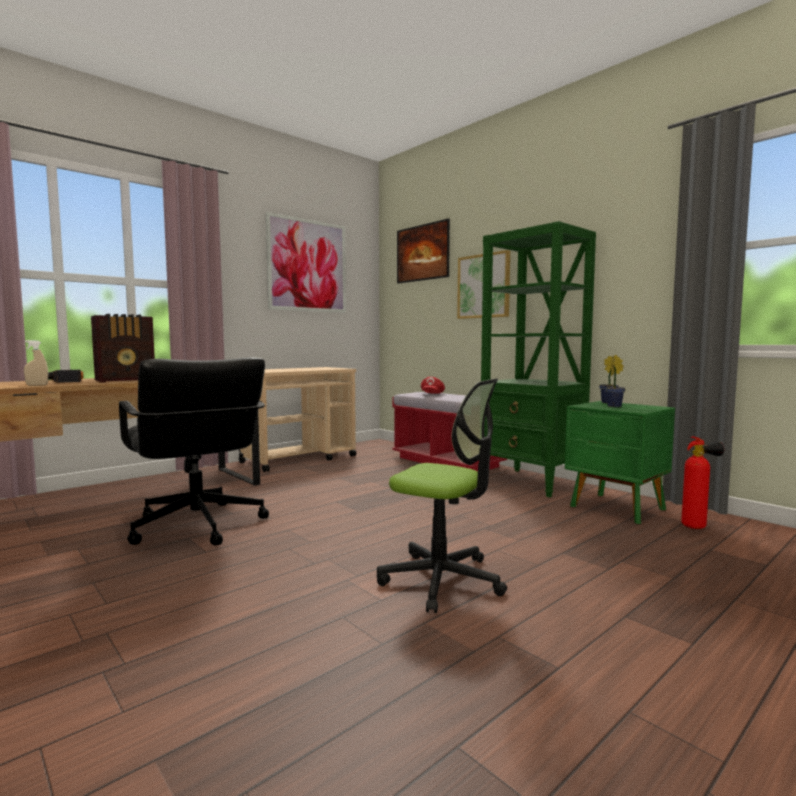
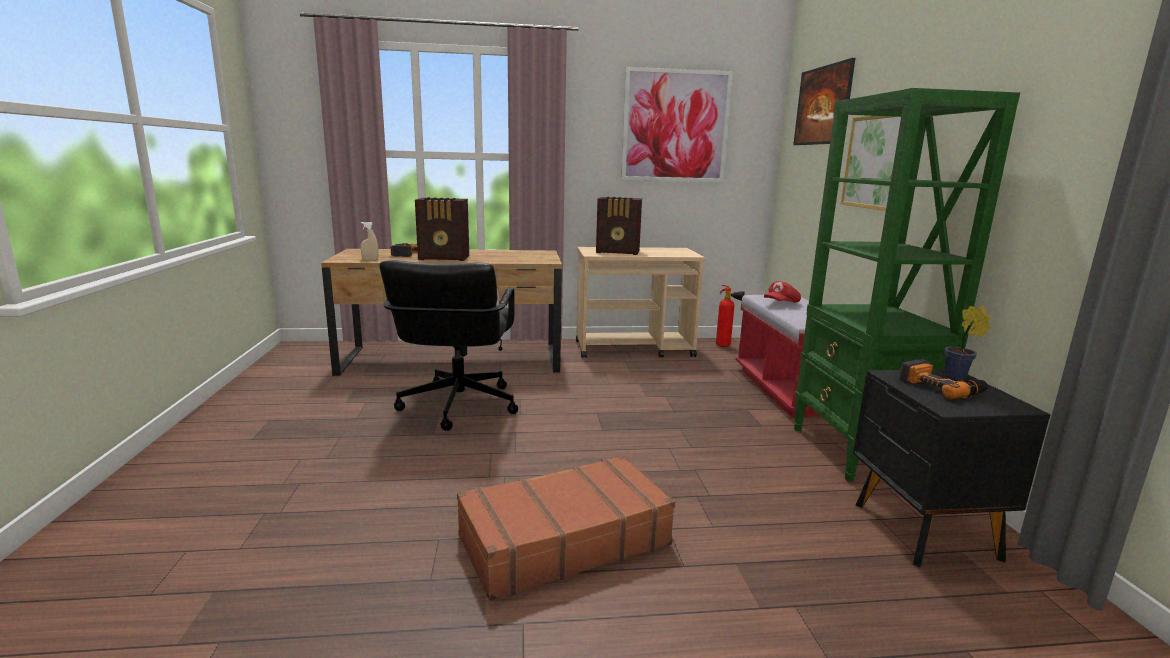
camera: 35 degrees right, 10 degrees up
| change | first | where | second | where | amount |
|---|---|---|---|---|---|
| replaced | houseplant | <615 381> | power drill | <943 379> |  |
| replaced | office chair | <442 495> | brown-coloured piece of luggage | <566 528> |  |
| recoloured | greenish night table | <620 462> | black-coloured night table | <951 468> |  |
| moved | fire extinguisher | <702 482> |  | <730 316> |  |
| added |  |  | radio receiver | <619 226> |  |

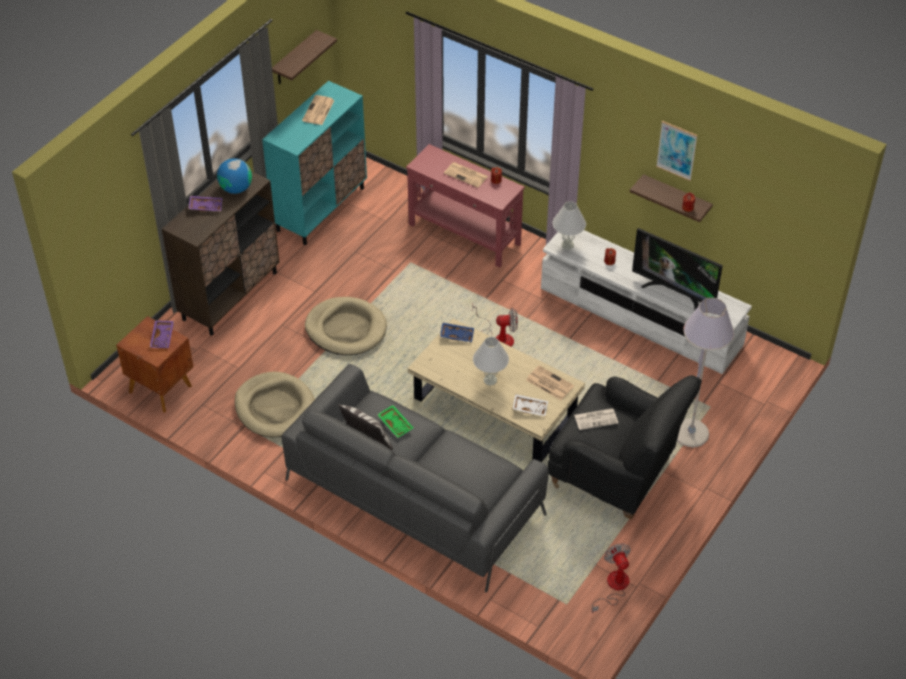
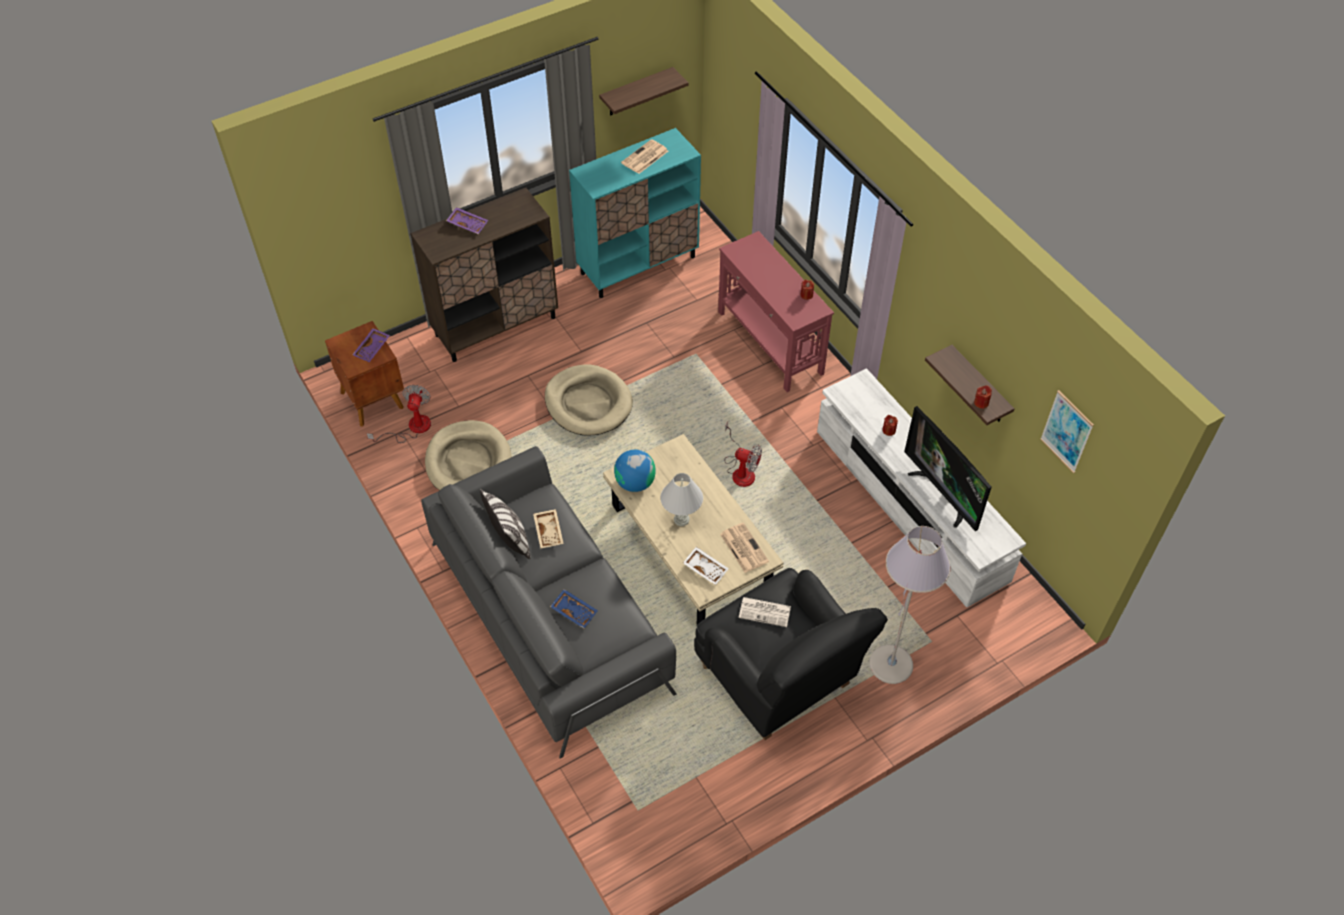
camera: 25 degrees right, 5 degrees up
| change | first | where | second | where | amount |
|---|---|---|---|---|---|
| moved | picture | <677 151> |  | <1067 431> |  |
| moved | globe | <234 176> |  | <635 471> |  |
| removed | newspaper | <466 175> |  |  |  |
| removed | white table lamp | <569 225> |  |  |  |
| moved | blue carrying tray | <457 332> |  | <574 609> |  |
| recoloured | greenish carrying tray | <395 421> | beige carrying tray | <548 529> |  |
| moved | cooling fan | <611 578> |  | <398 414> |  |

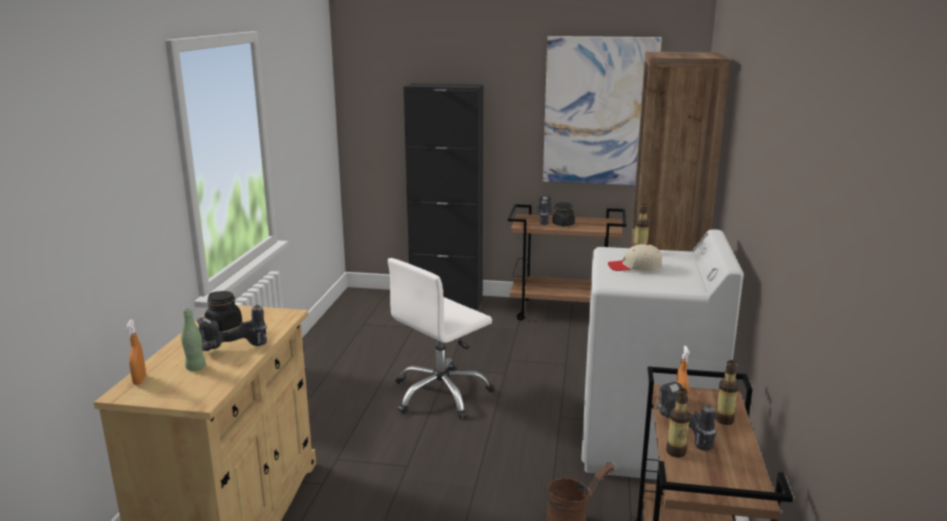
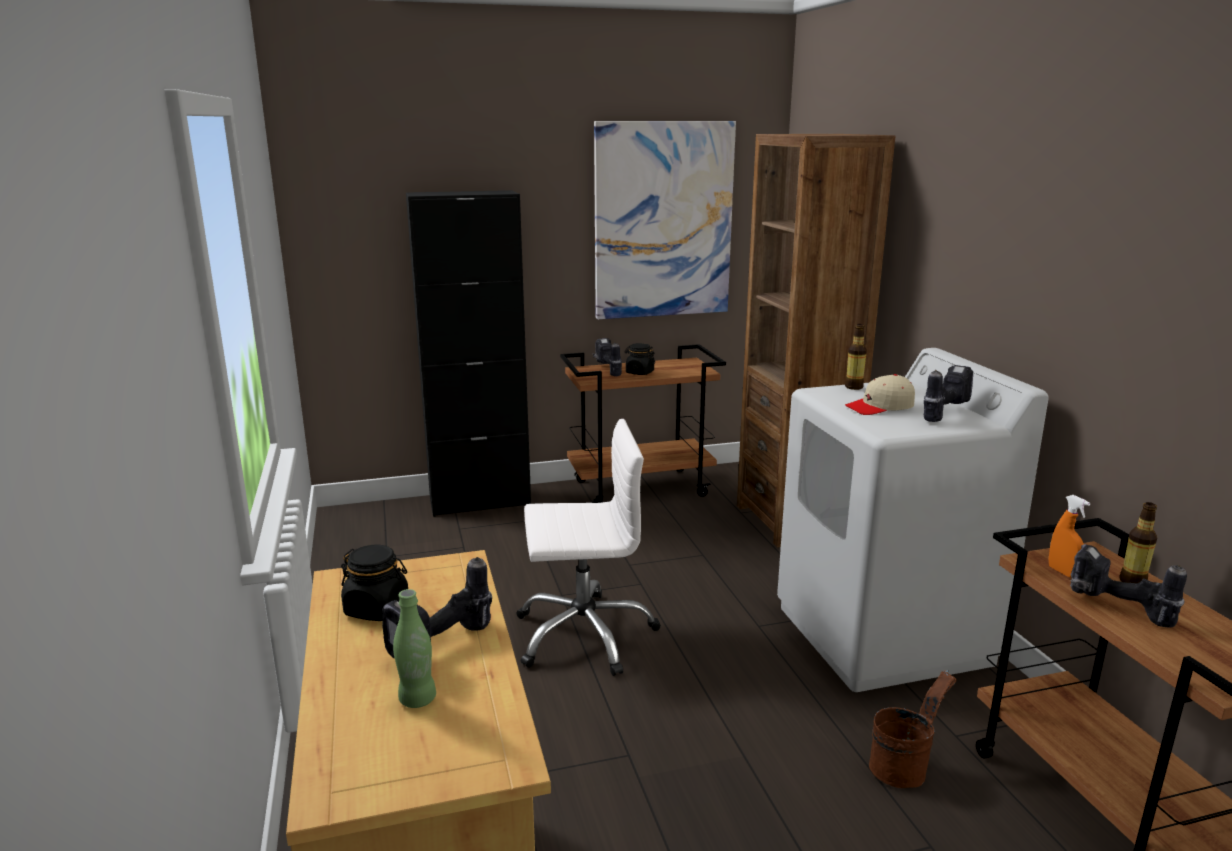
camera: 25 degrees left, 0 degrees up
| change | first | where | second | where | amount |
|---|---|---|---|---|---|
| turned | white office chair | <441 338> |  | <589 547> | 120 degrees counterclockwise |
| removed | orange spray bottle | <136 352> |  |  |  |
| removed | beverage bottle | <678 422> |  |  |  |
| added |  |  | power drill | <948 393> |  |

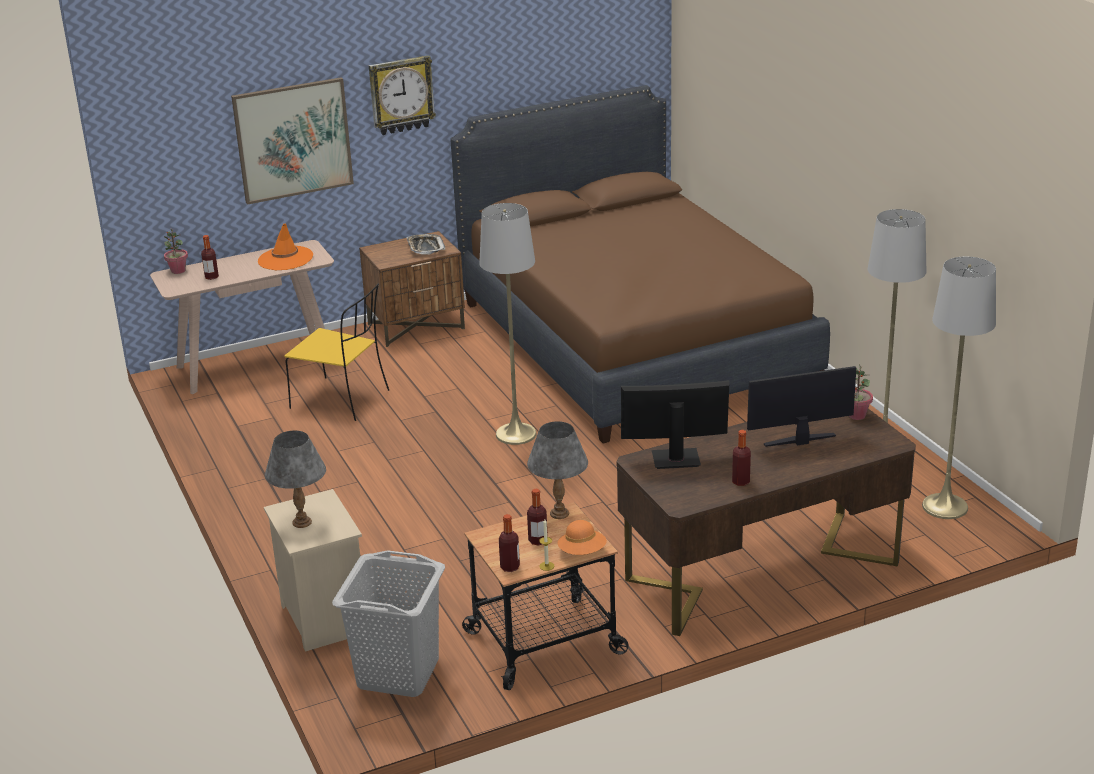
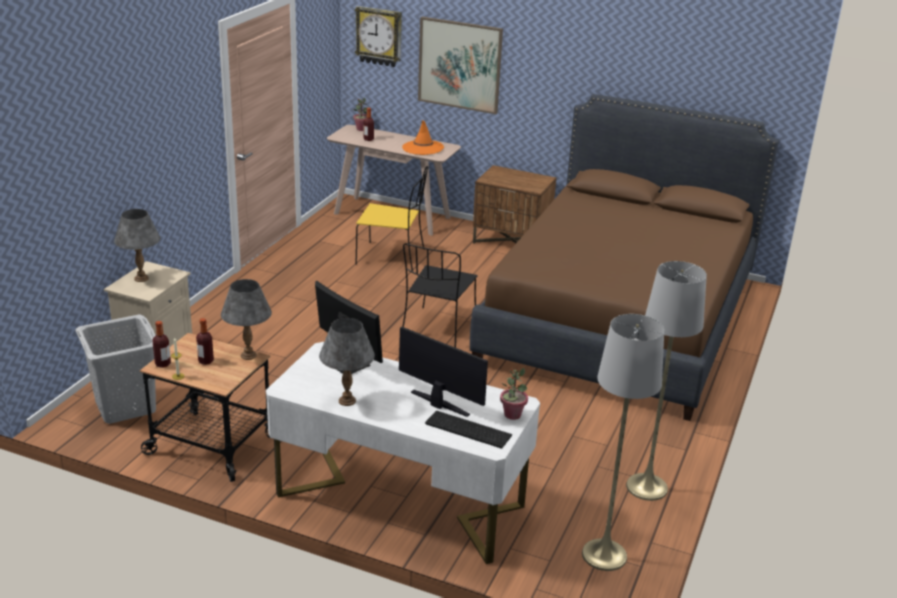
camera: 45 degrees right, 0 degrees up
| change | first | where | second | where | amount |
|---|---|---|---|---|---|
| moved | clock on the wall | <402 95> |  | <378 36> |  |
| replaced | greyish floor lamp | <508 324> | black-coloured upright chair | <440 295> |  |
| removed | carrying tray | <425 244> |  |  |  |
| turned | yellow upright chair | <336 352> |  | <392 218> | 60 degrees counterclockwise |
| recoloured | brown-coloured desk unit | <766 522> | white desk unit | <403 453> |  |
| replaced | beverage bottle | <741 458> | greyish table lamp | <347 362> |  |
| removed | orange hat | <582 537> |  |  |  |
| added |  |  | computer keyboard | <468 429> |  |

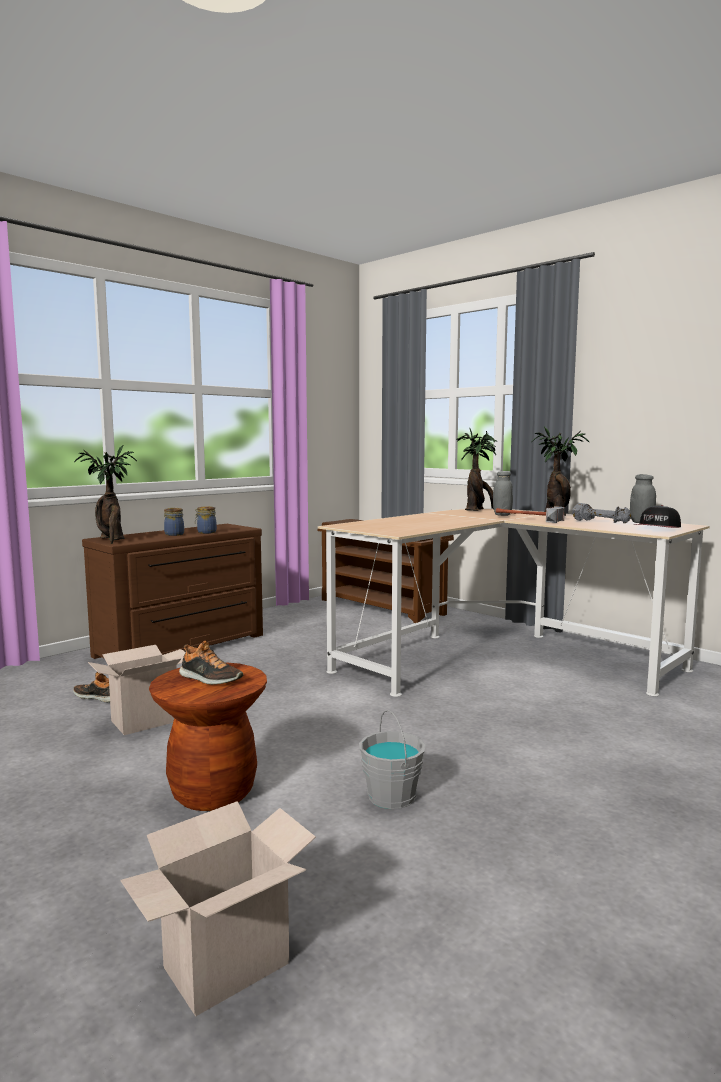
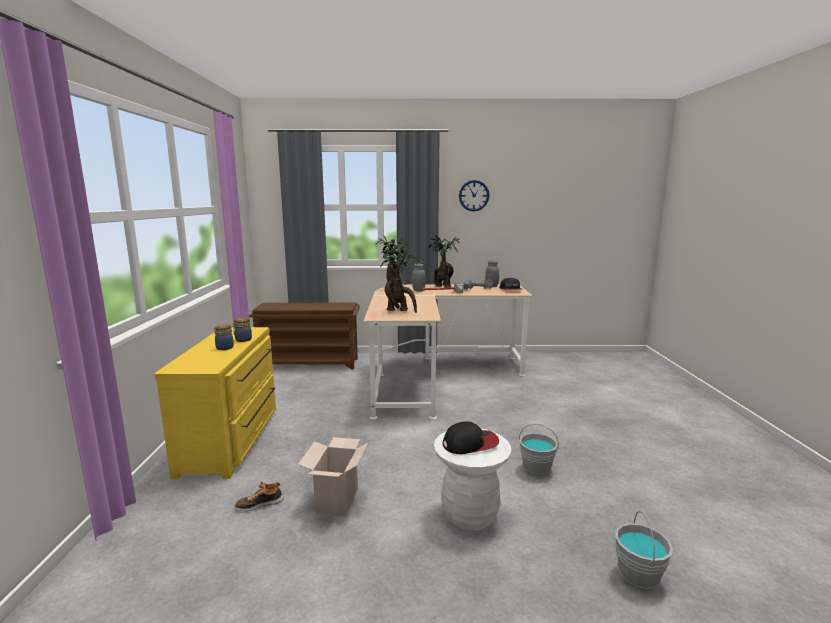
camera: 45 degrees left, 5 degrees up
| change | first | where | second | where | amount |
|---|---|---|---|---|---|
| moved | houseplant | <105 494> |  | <402 278> |  |
| recoloured | brown-coloured dresser | <172 591> | yellow dresser | <215 403> |  |
| replaced | item of footwear | <211 663> | cap | <470 437> |  |
| recoloured | brown-coloured stool | <208 736> | white stool | <472 479> |  |
| replaced | cardboard box | <218 908> | greyish bucket | <644 551> |  |
| added |  |  | clock on the wall | <474 195> |  |

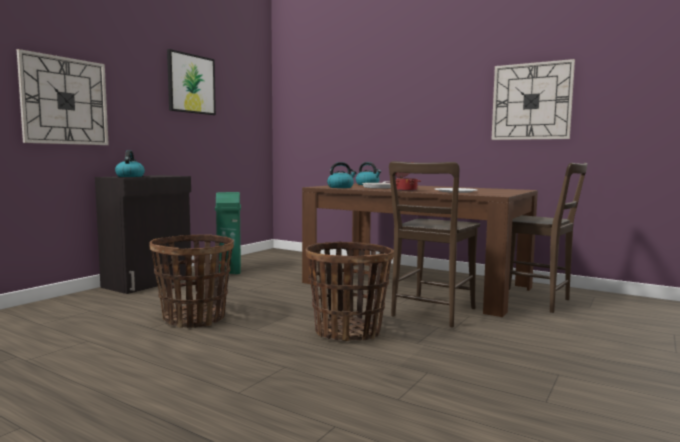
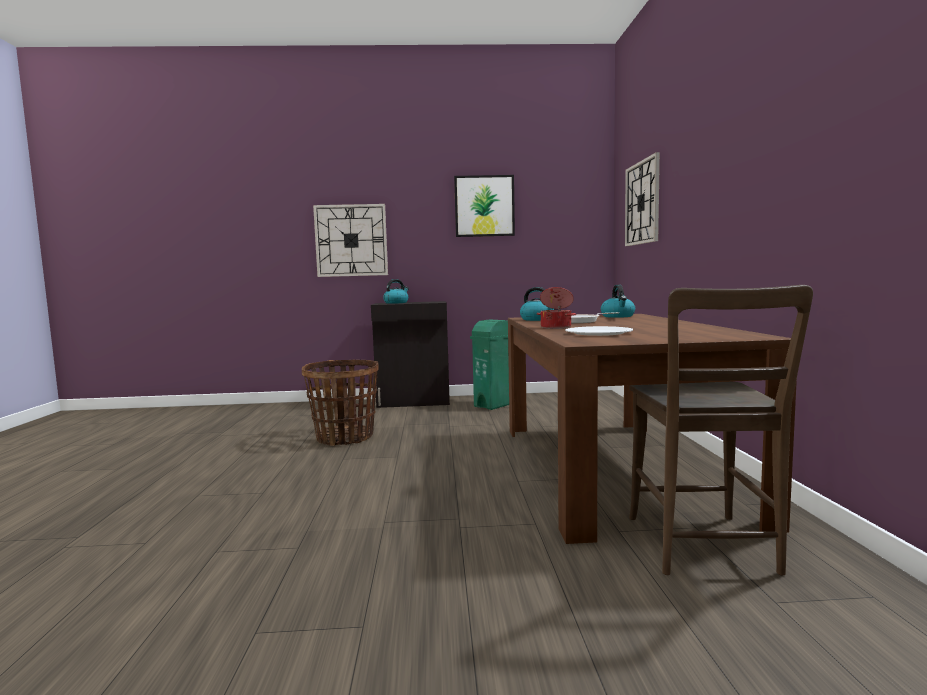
camera: 55 degrees right, 0 degrees up
| change | first | where | second | where | amount |
|---|---|---|---|---|---|
| moved | clock on the wall | <533 99> |  | <642 199> |  |
| removed | brown-coloured upright chair | <434 244> |  |  |  |
| removed | household basket | <350 291> |  |  |  |

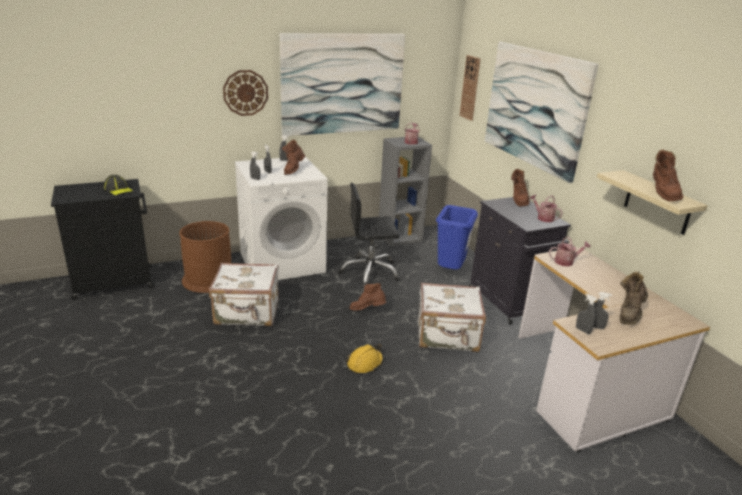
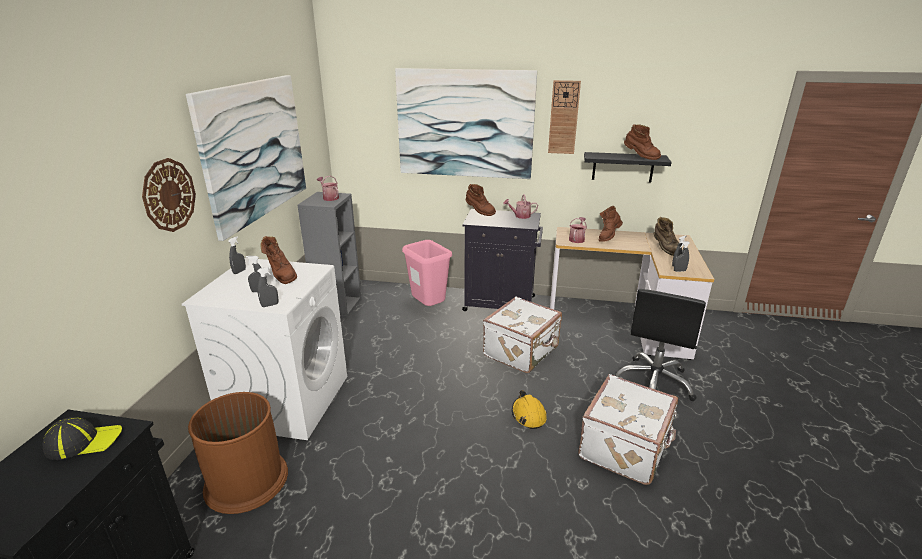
camera: 55 degrees left, 0 degrees up
| change | first | where | second | where | amount |
|---|---|---|---|---|---|
| moved | clock on the wall | <470 88> |  | <564 117> |  |
| recoloured | beige bracket shelf | <652 202> | black-coloured bracket shelf | <628 167> |  |
| moved | black-coloured office chair | <369 235> |  | <659 345> |  |
| recoloured | blue trash can | <457 237> | pinkish trash can | <427 273> |  |
| moved | white piece of luggage | <244 294> |  | <628 429> |  |
| moved | brown-coloured boot | <368 297> |  | <610 224> |  |

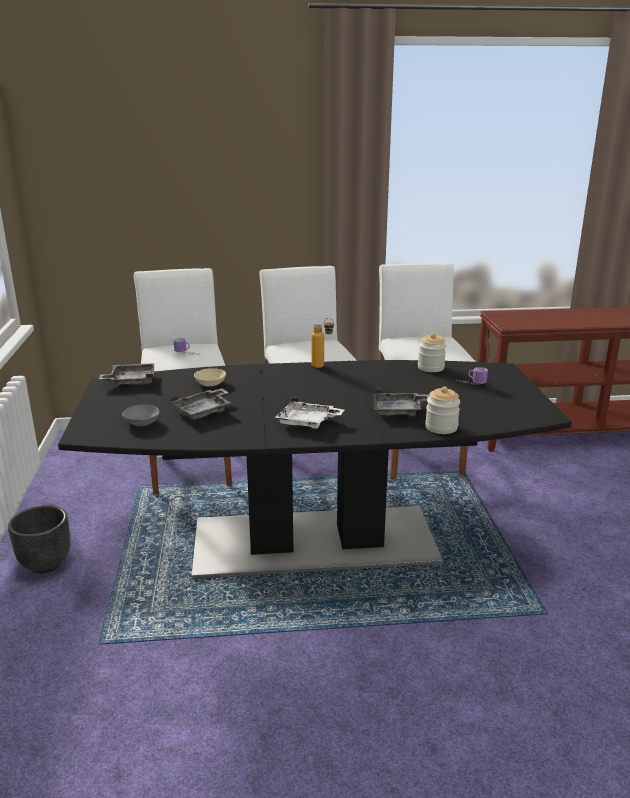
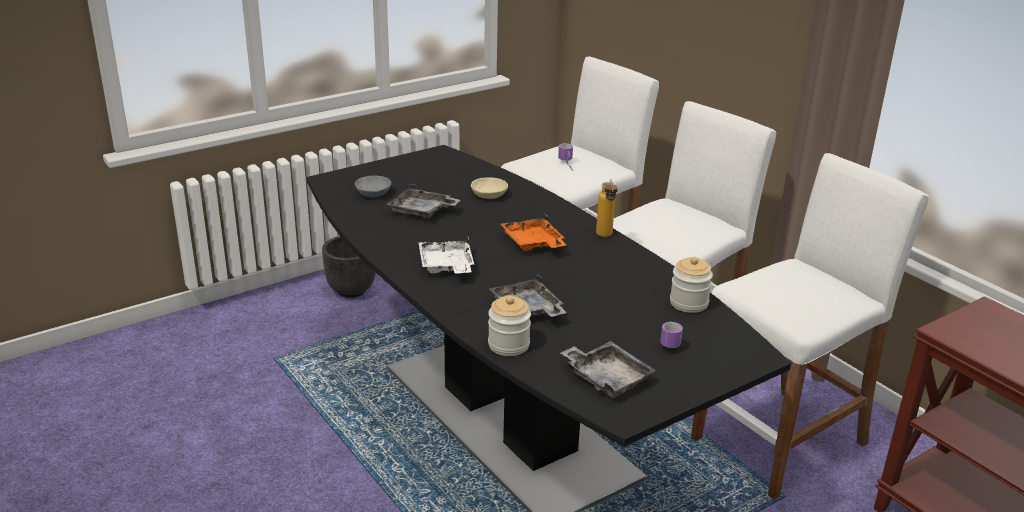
camera: 60 degrees right, 5 degrees up
| change | first | where | second | where | amount |
|---|---|---|---|---|---|
| moved | greyish carrying tray | <126 374> |  | <608 369> |  |
| added |  |  | orange carrying tray | <533 232> |  |

